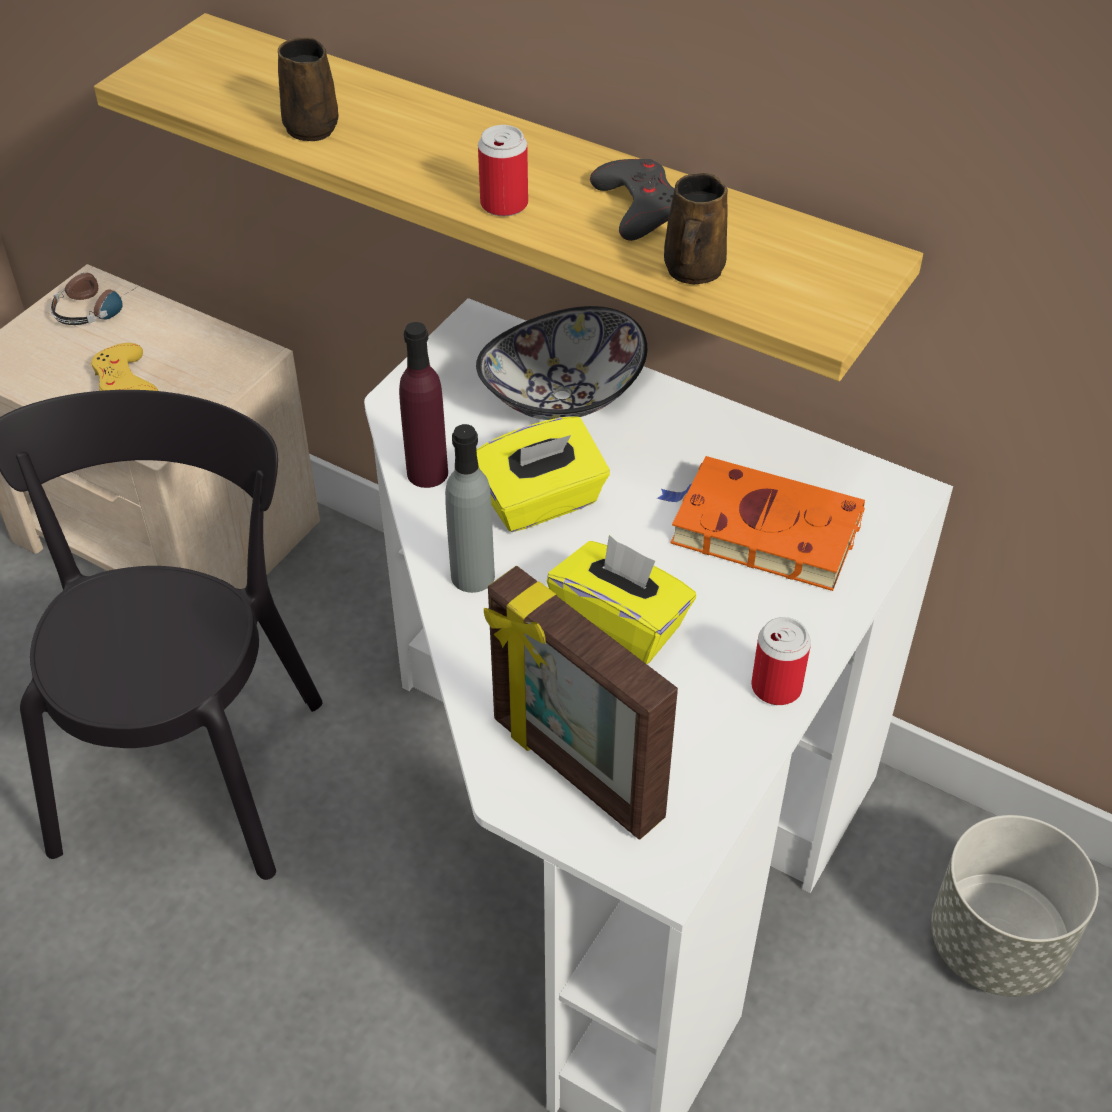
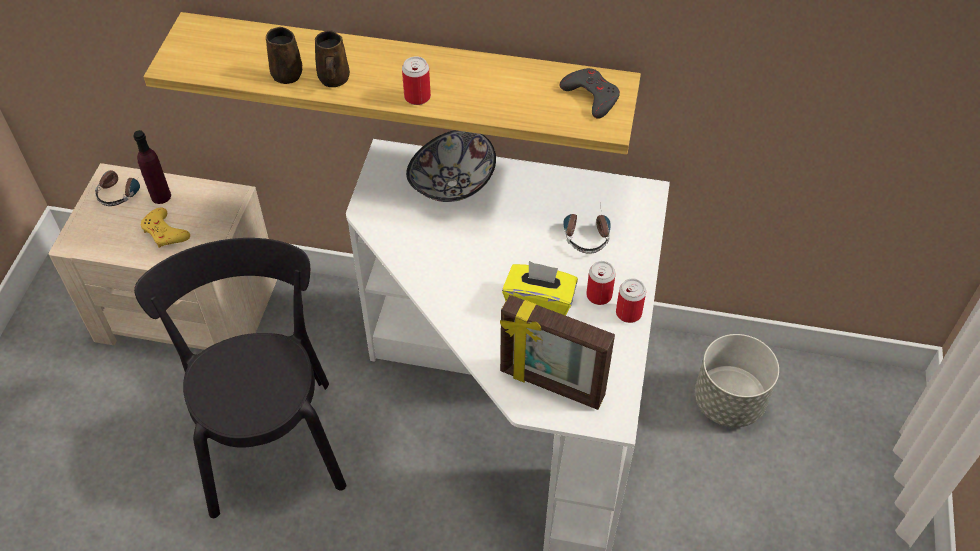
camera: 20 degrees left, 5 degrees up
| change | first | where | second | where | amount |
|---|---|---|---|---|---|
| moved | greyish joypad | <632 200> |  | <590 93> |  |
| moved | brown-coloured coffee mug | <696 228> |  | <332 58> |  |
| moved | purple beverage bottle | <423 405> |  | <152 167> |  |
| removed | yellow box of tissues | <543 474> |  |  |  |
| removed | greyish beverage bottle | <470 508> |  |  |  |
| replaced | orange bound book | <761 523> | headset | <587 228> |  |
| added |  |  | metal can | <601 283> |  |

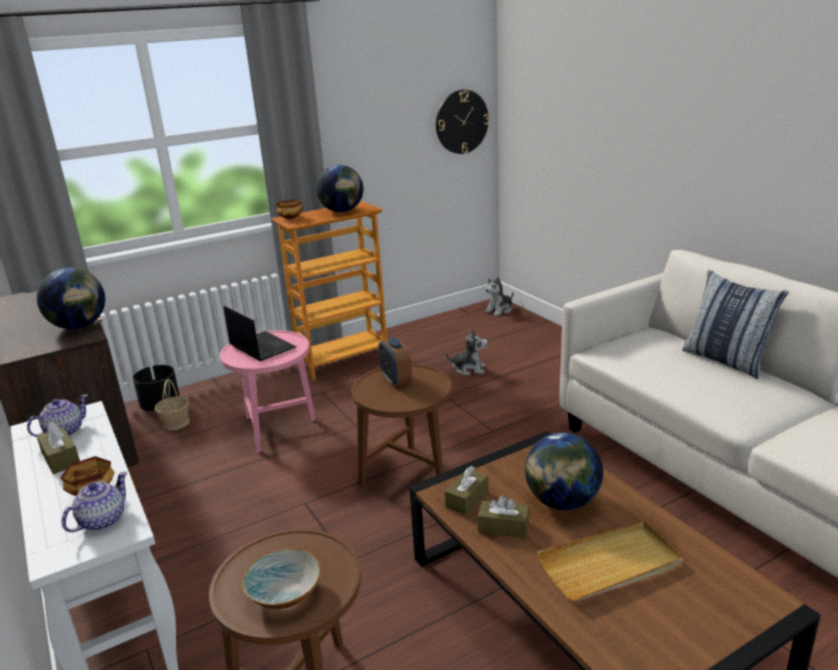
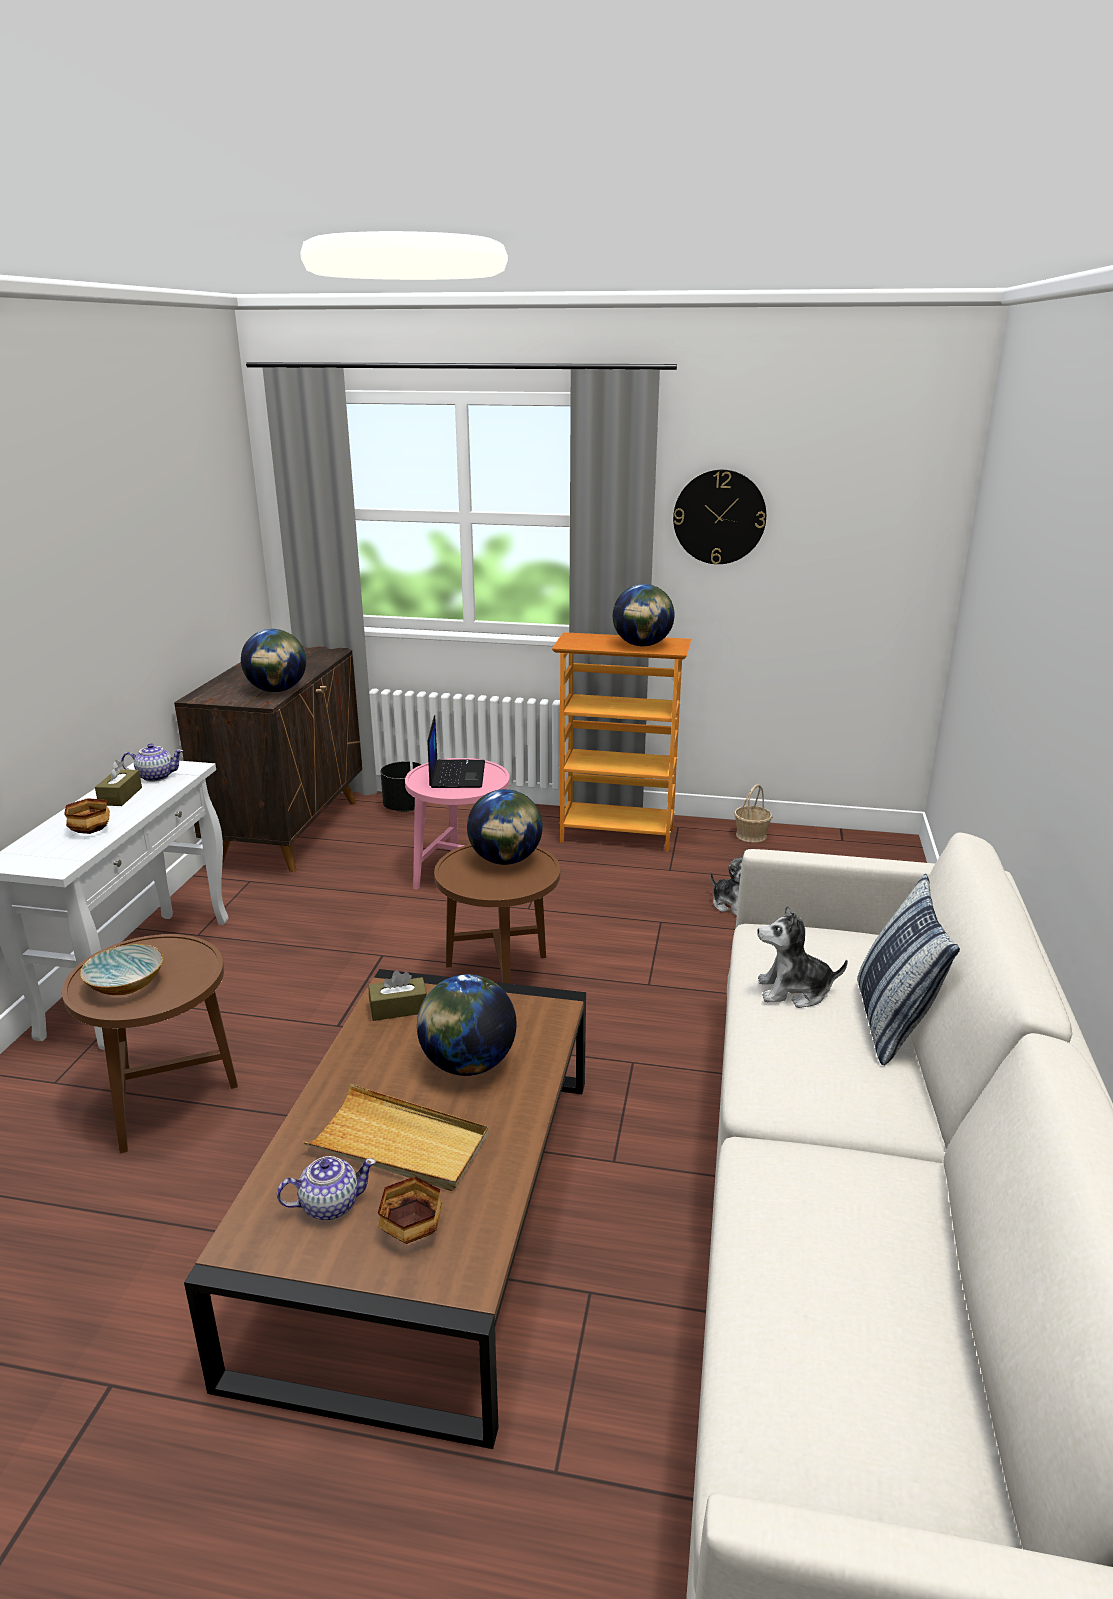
camera: 40 degrees right, 0 degrees up
| change | first | where | second | where | amount |
|---|---|---|---|---|---|
| moved | clock on the wall | <462 122> |  | <719 517> |  |
| moved | serving bowl | <289 209> |  | <410 1210> |  |
| moved | plush toy | <499 296> |  | <802 956> |  |
| replaced | table clock | <395 362> | globe | <505 827> |  |
| moved | household basket | <172 404> |  | <753 813> |  |
| moved | tea pot | <94 502> |  | <326 1188> |  |
| removed | brown-coloured box of tissues | <503 516> |  |  |  |

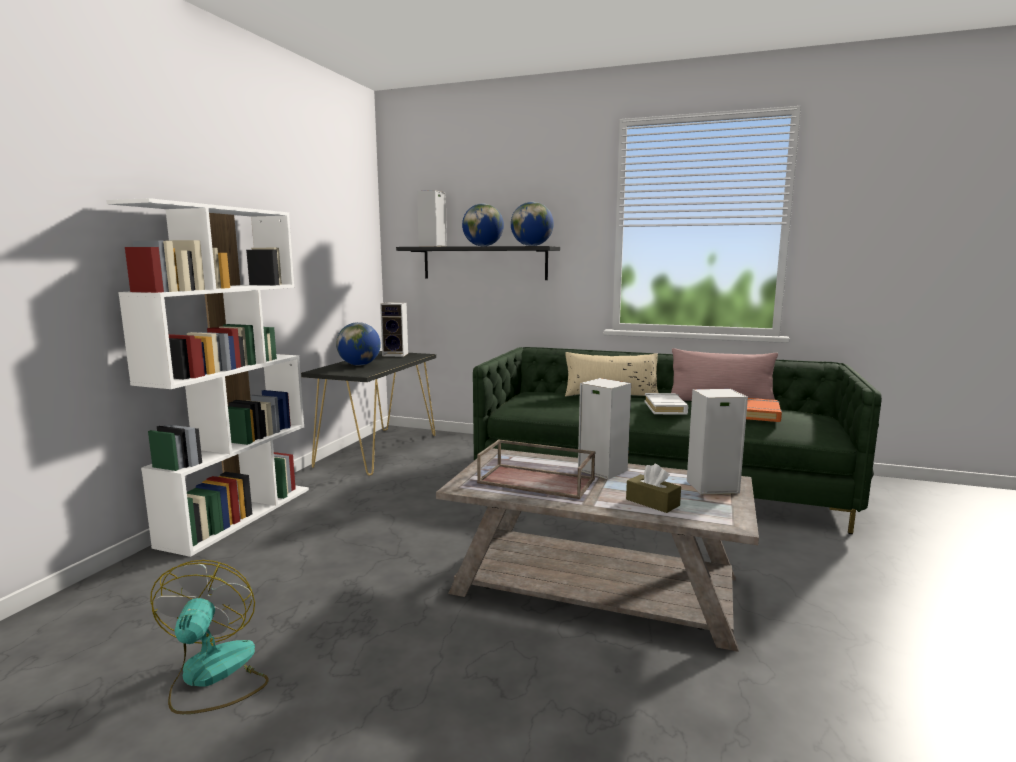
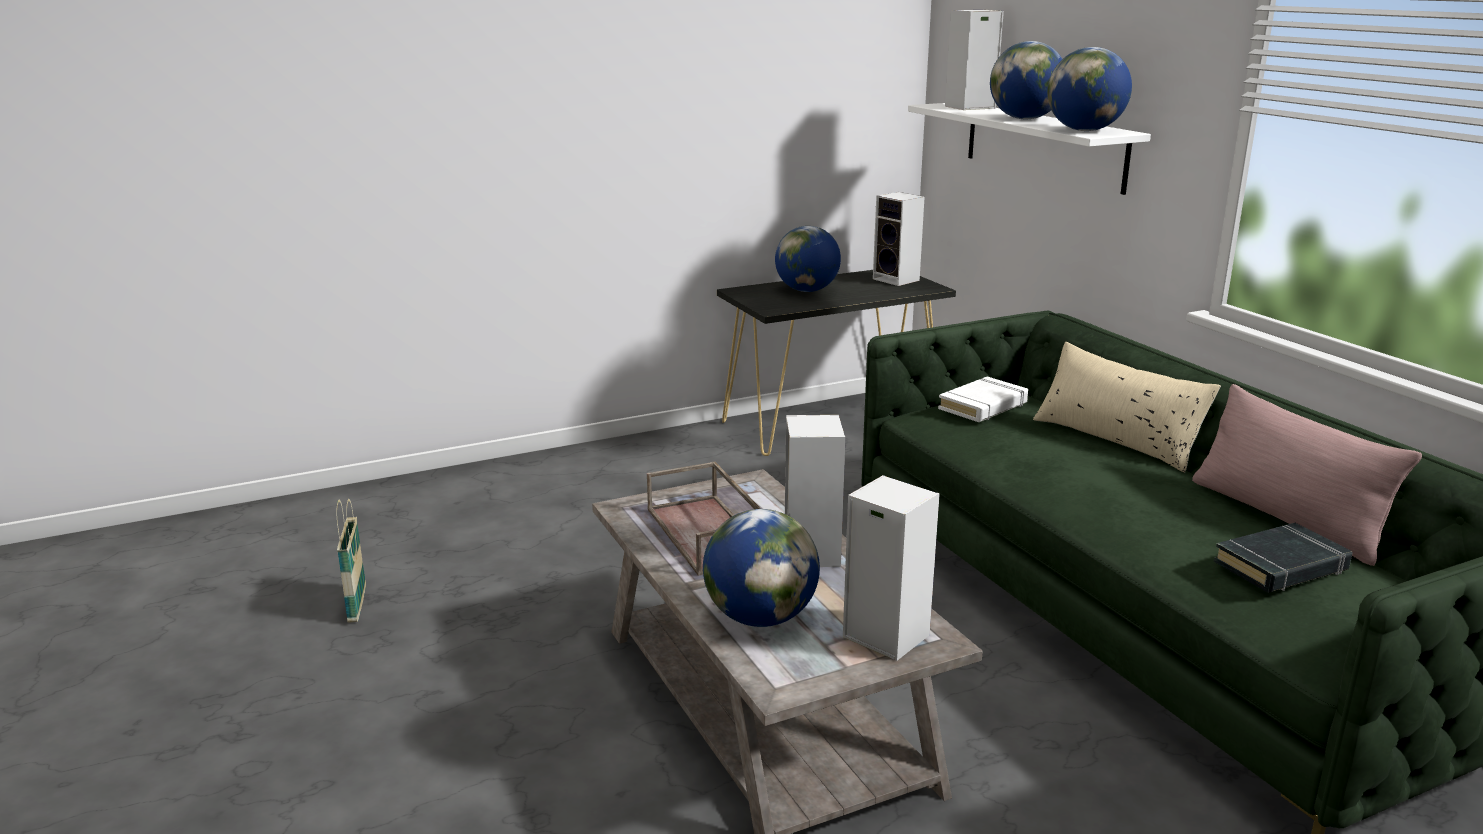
camera: 45 degrees right, 10 degrees up
| change | first | where | second | where | amount |
|---|---|---|---|---|---|
| removed | white bookcase | <207 377> |  |  |  |
| recoloured | black-coloured bracket shelf | <478 263> | white bracket shelf | <1029 149> |  |
| moved | white bound book | <666 404> |  | <983 399> |  |
| recoloured | orange bound book | <764 410> | black-coloured bound book | <1283 558> |  |
| replaced | brown-coloured box of tissues | <653 488> | globe | <761 568> |  |
| replaced | cooling fan | <209 637> | household basket | <351 561> |  |

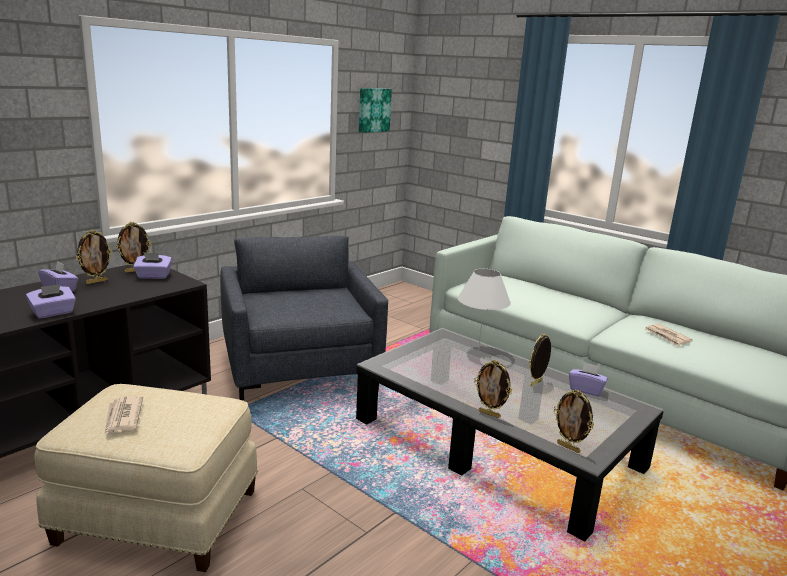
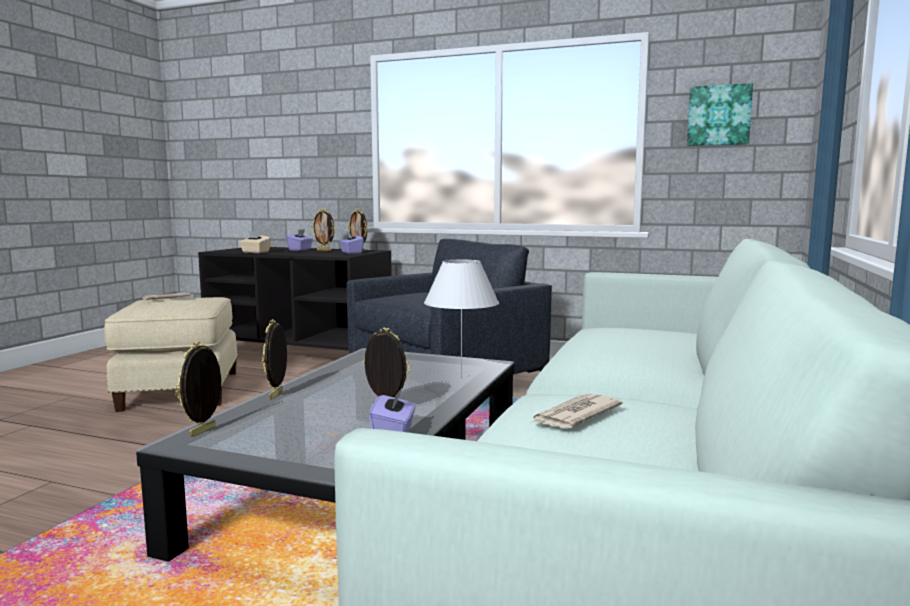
camera: 70 degrees right, 10 degrees down
| change | first | where | second | where | amount |
|---|---|---|---|---|---|
| recoloured | purple box of tissues | <51 301> | beige box of tissues | <255 242> |  |

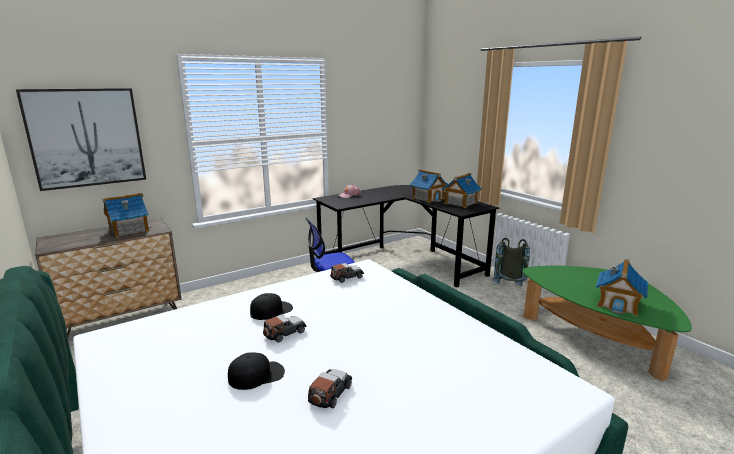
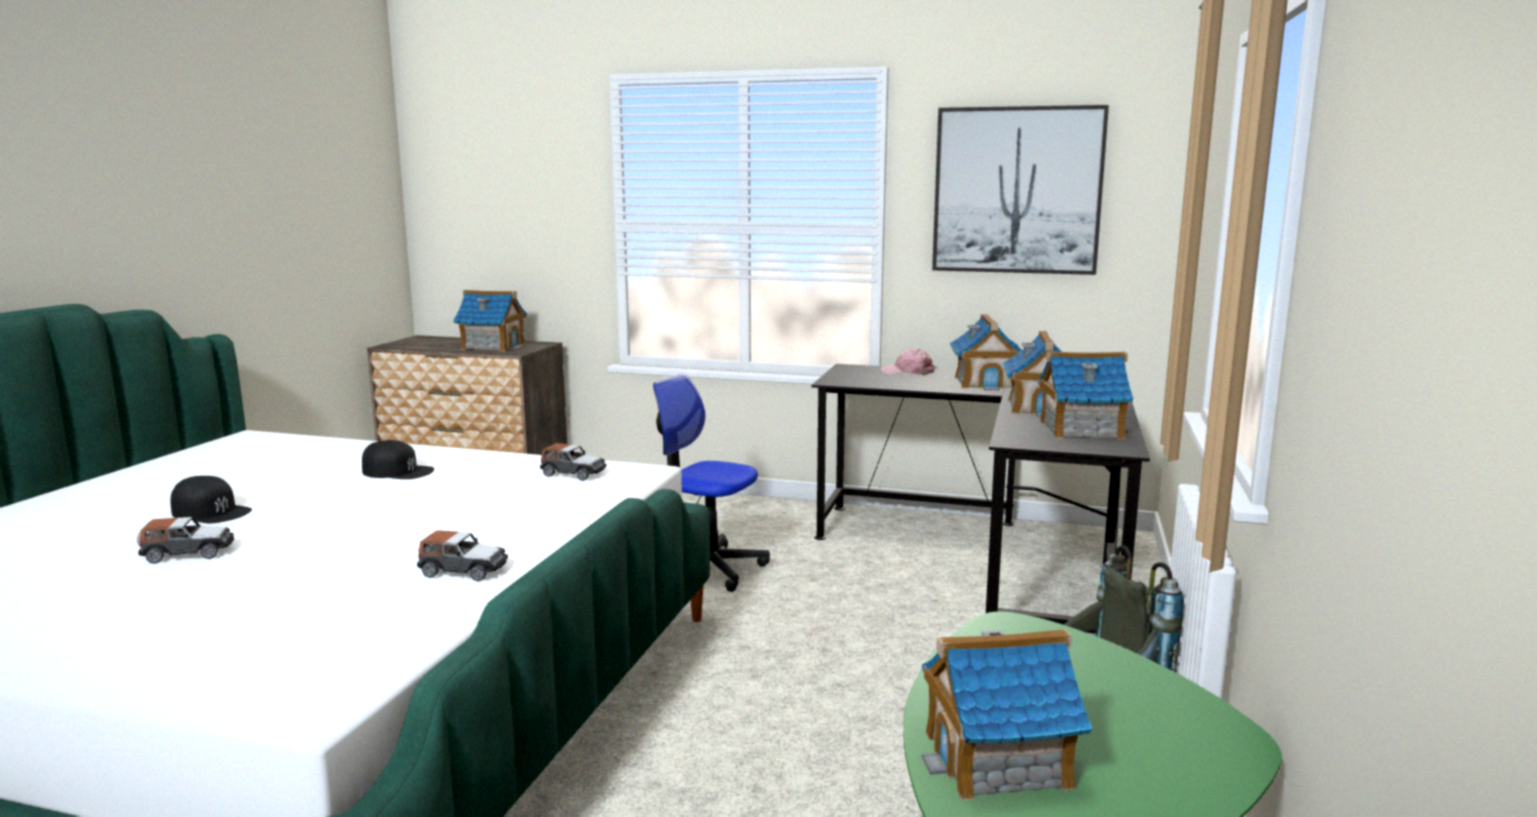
camera: 50 degrees right, 5 degrees down
| change | first | where | second | where | amount |
|---|---|---|---|---|---|
| moved | picture | <81 139> |  | <1020 190> |  |
| moved | miniature car | <285 329> |  | <462 555> |  |
| added |  |  | miniature house | <985 352> |  |

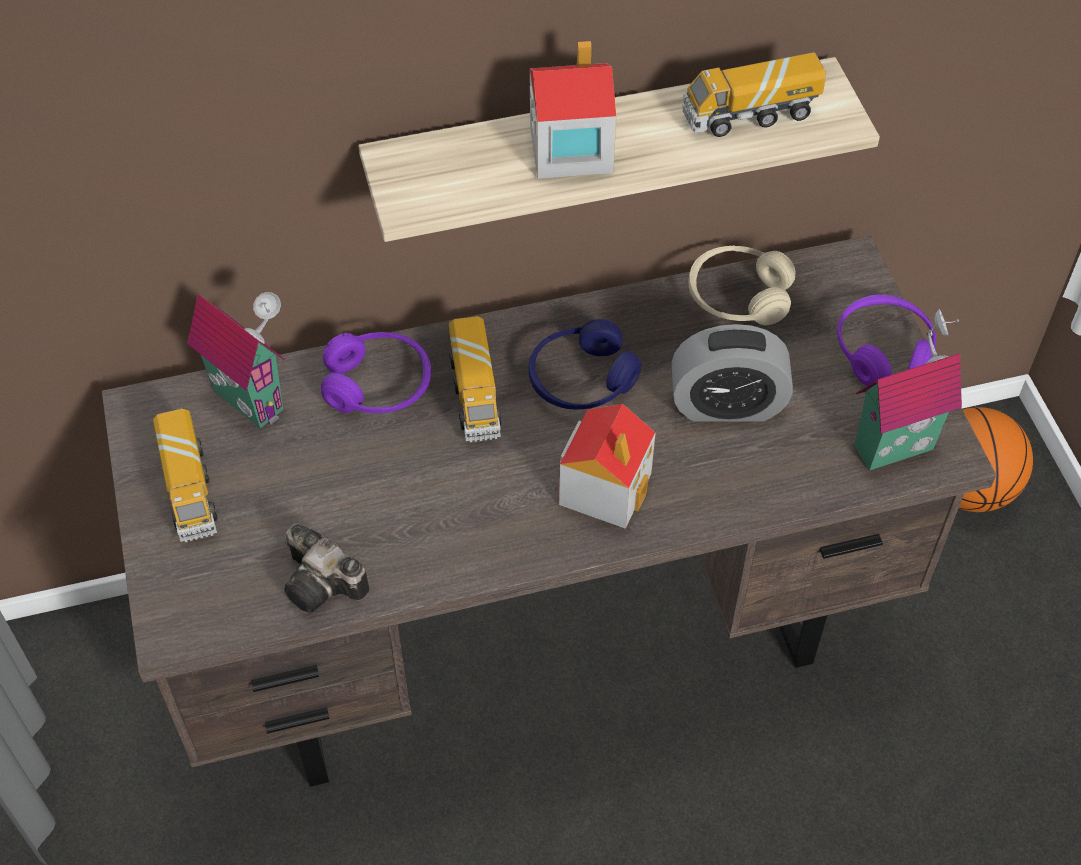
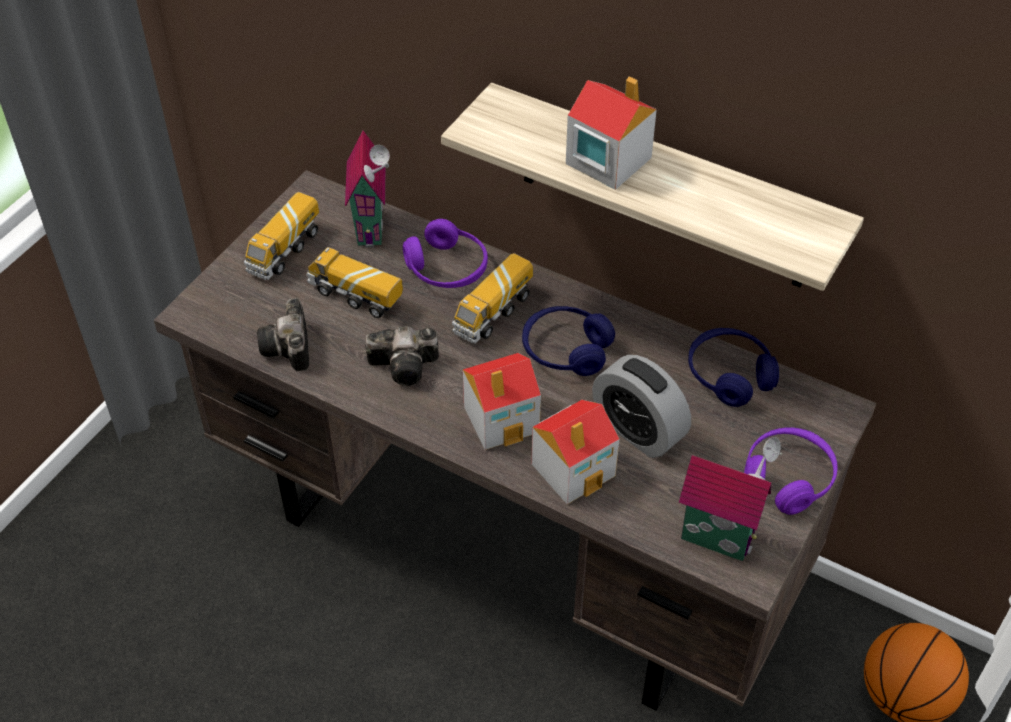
camera: 45 degrees right, 5 degrees down
| change | first | where | second | where | amount |
|---|---|---|---|---|---|
| moved | toy truck | <754 94> |  | <354 282> |  |
| recoloured | beige headset | <742 285> | blue headset | <733 367> |  |
| added |  |  | photo camera | <402 356> |  |
| added |  |  | miniature house | <575 452> |  |

